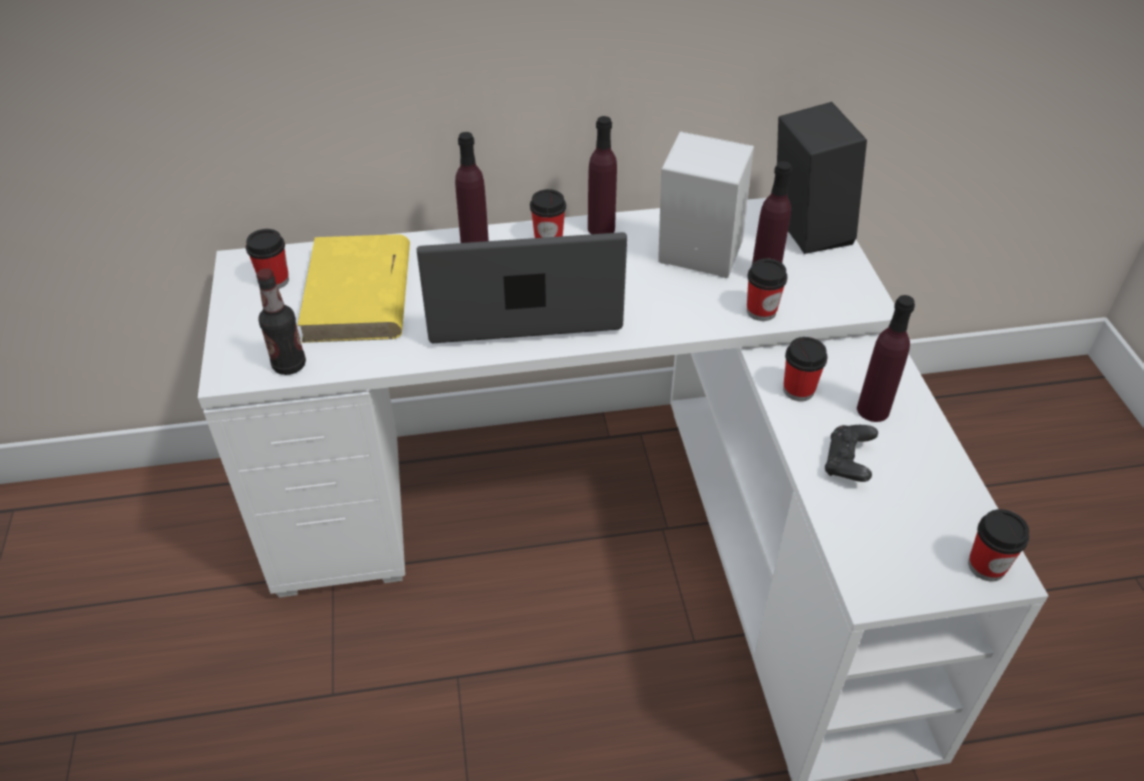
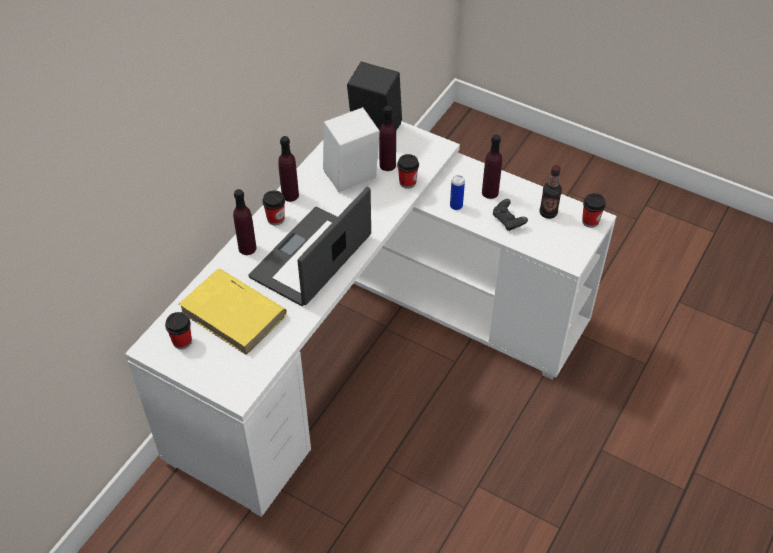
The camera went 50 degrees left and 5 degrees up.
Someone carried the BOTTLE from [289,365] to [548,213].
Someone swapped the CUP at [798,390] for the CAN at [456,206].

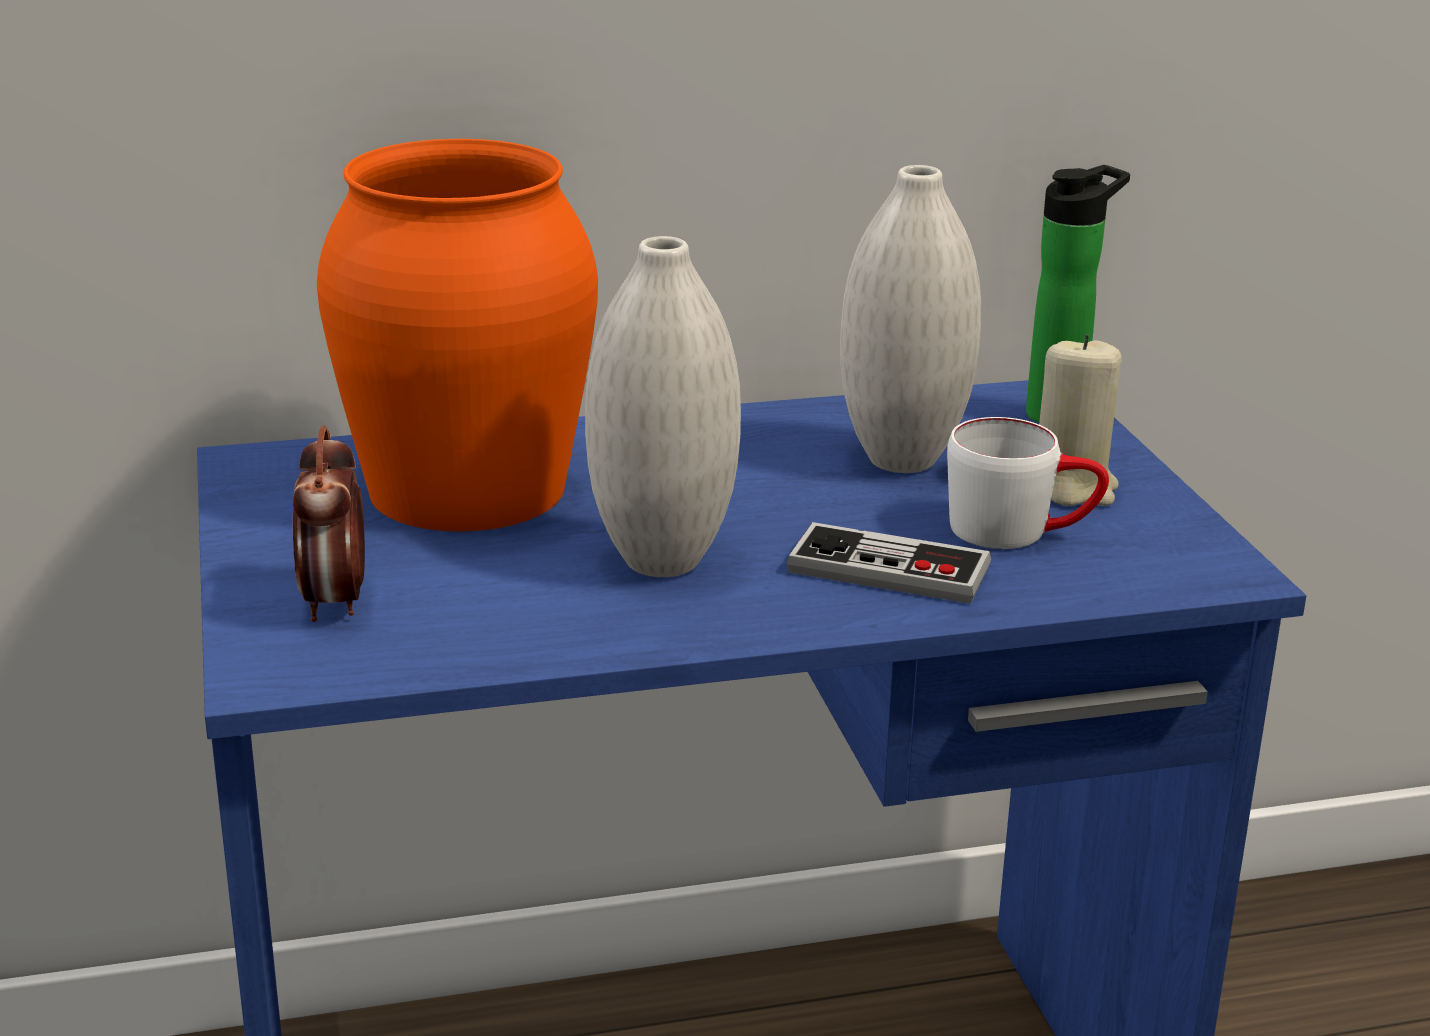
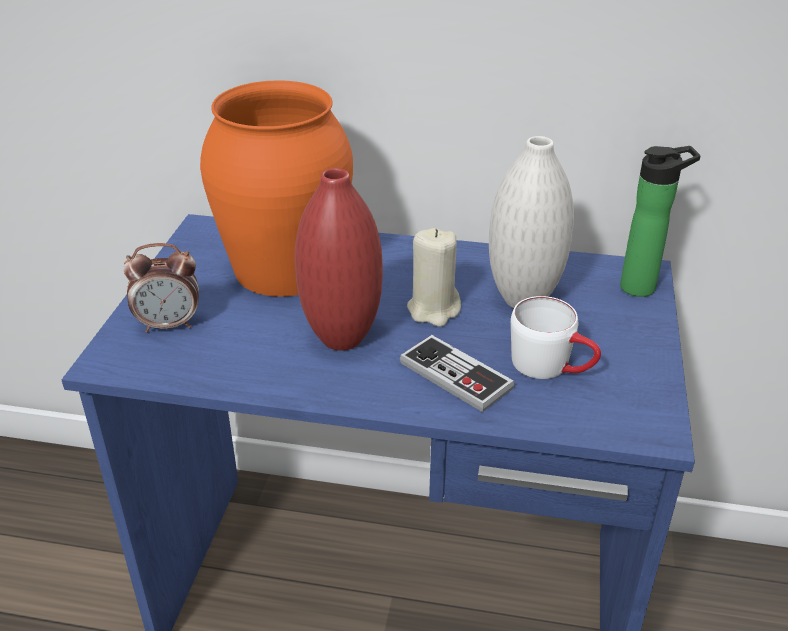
The camera went 25 degrees right and 10 degrees up.
Someone repainted the WHITE VASE at [662,561], which became the RED VASE at [342,338].
Someone carried the BEIGE CANDLE from [1072,487] to [434,309].
Someone rotated the ALARM CLOCK at [335,602] by 120 degrees counterclockwise.

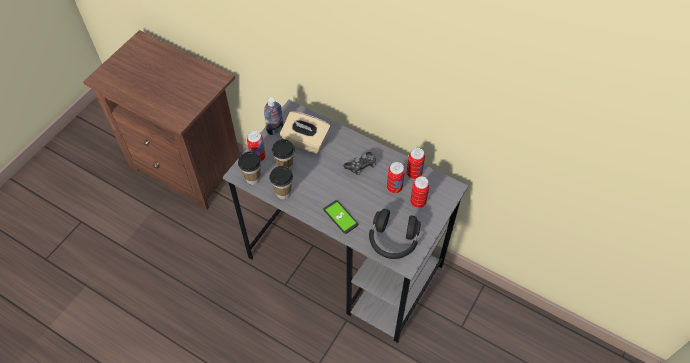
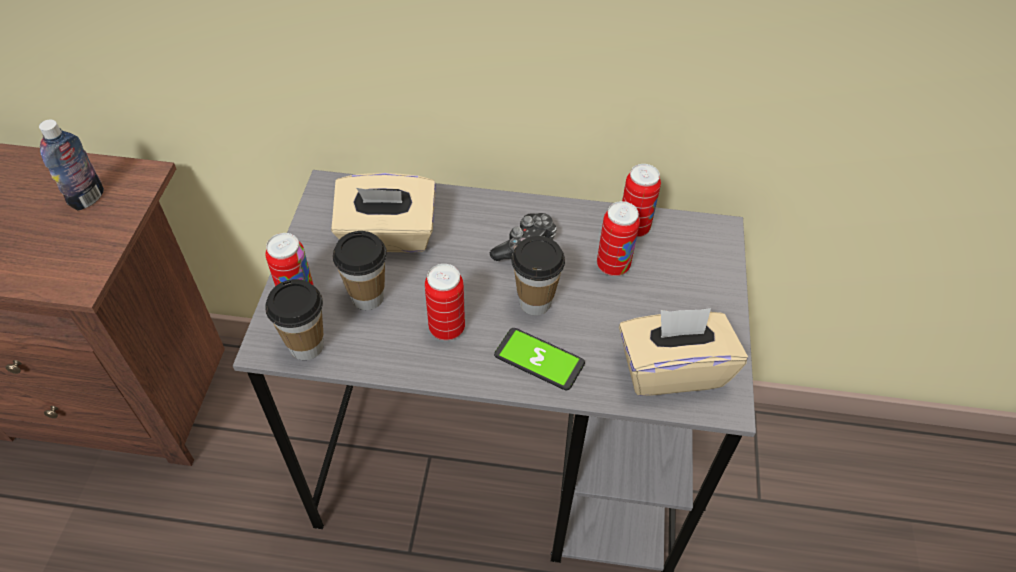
The camera went 25 degrees left and 5 degrees down.
Someone carried the BOTTLE from [275,129] to [87,198].
Someone carried the CUP from [283,193] to [535,302].
Someone carried the CAN from [418,202] to [447,328].
Someone swapped the BLACK HEADPHONES at [393,241] for the BEIGE TISSUE BOX at [672,369].

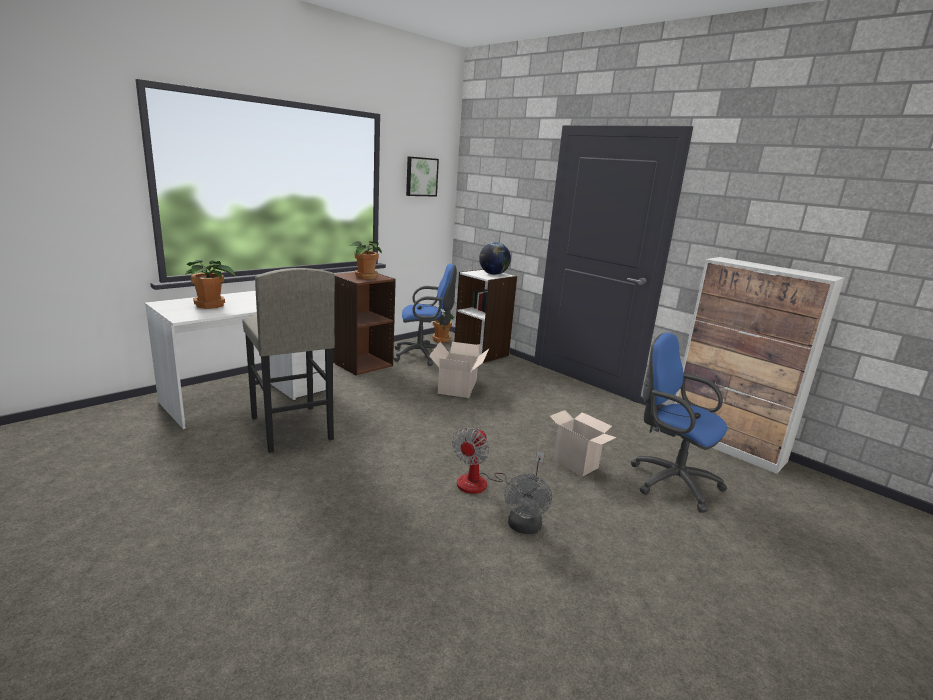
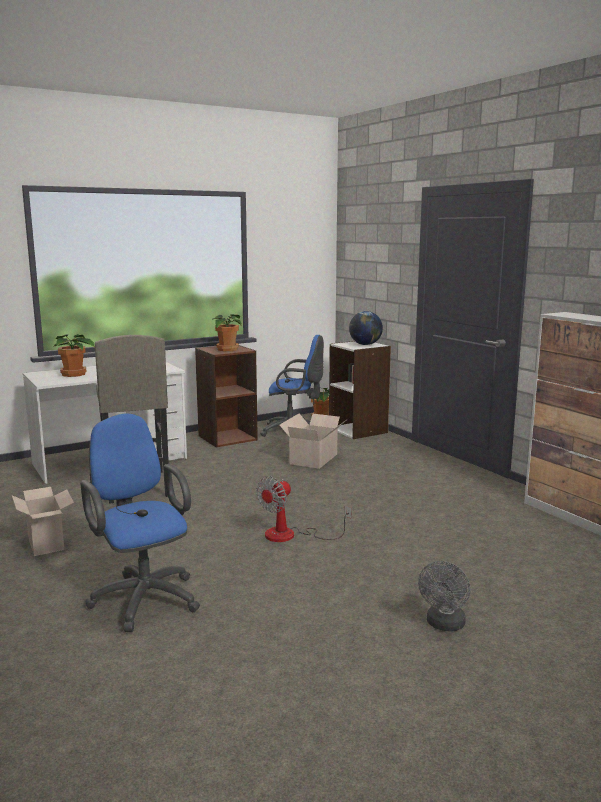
The camera went 15 degrees right and 5 degrees down.
Someone took away the PICTURE at [421,176].
Someone carried the BLUE OFFICE CHAIR from [669,481] to [143,597].
Someone carried the CARDBOARD BOX from [577,464] to [47,545].
Someone carried the GREY FAN from [524,528] to [444,625].

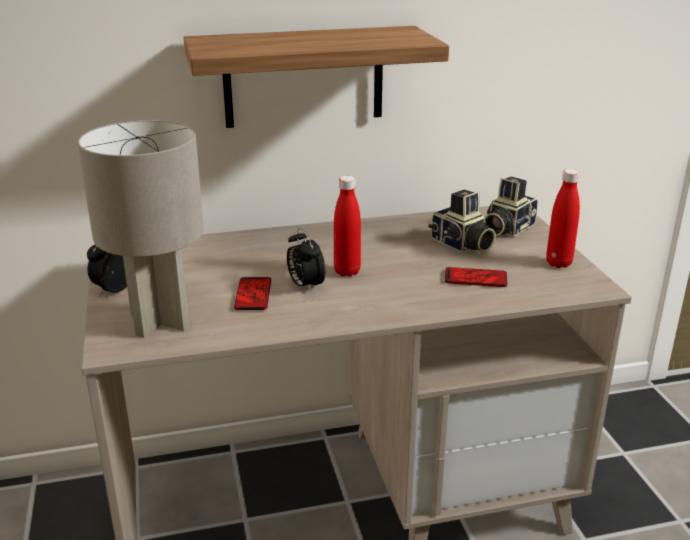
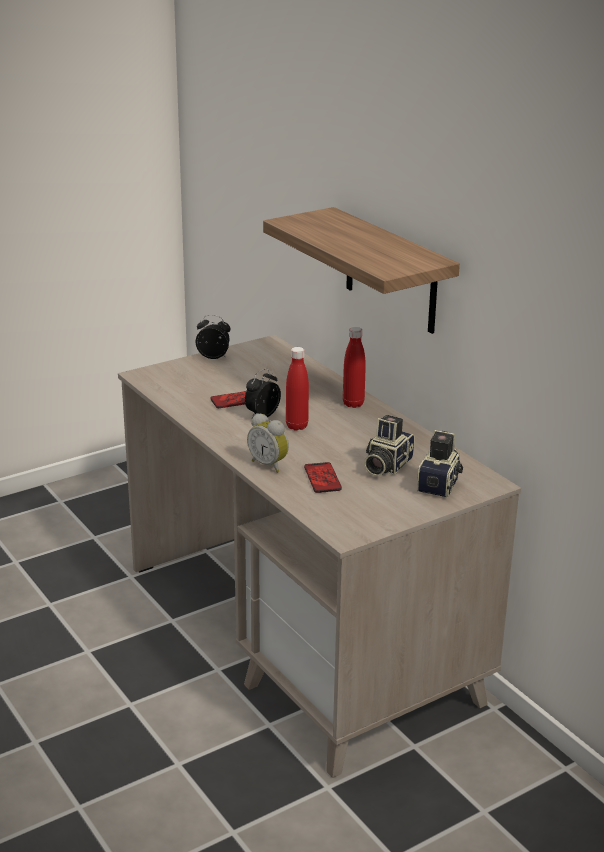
The camera went 70 degrees right and 0 degrees up.
Someone took away the GREY TABLE LAMP at [159,320].
Someone carried the RED BOTTLE from [558,263] to [353,404].
Someone rotated the PHOTO CAMERA at [506,229] by 90 degrees clockwise.
Someone put down the ALARM CLOCK at [269,464].

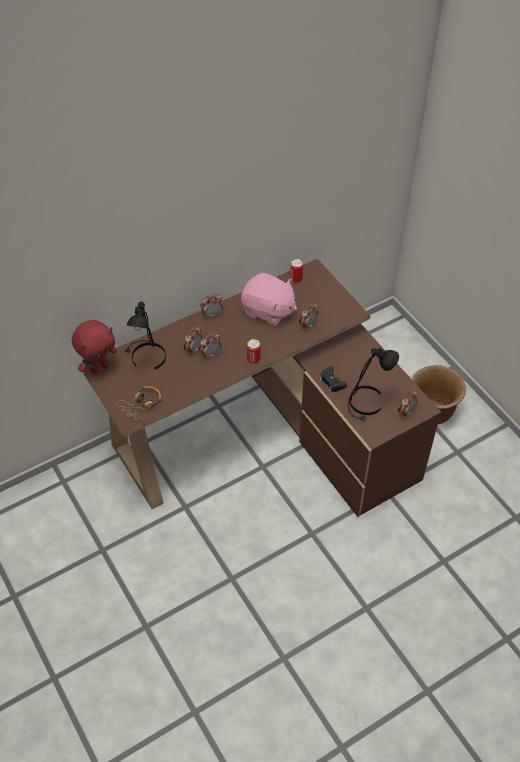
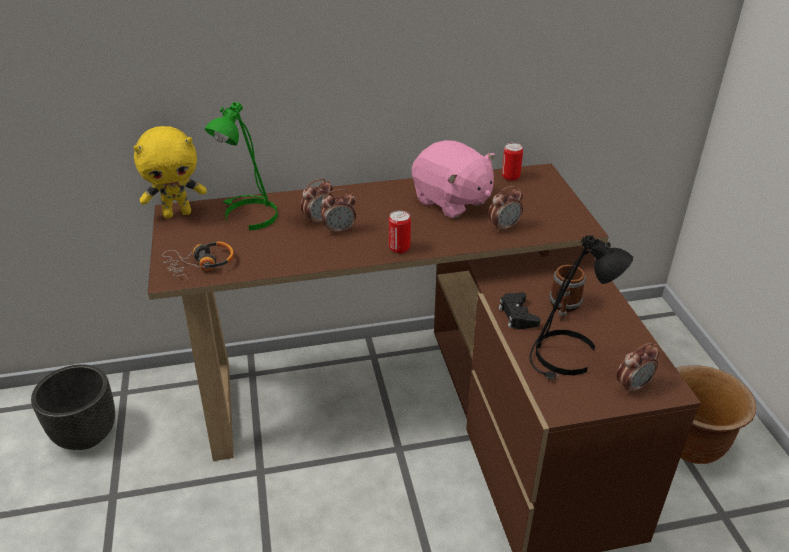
The camera went 20 degrees right and 15 degrees down.
Someone took away the ALARM CLOCK at [212,314].
Someone repainted the BLACK TABLE LAMP at [146,357], which became the GREEN TABLE LAMP at [248,215].
Someone repainted the RED PLUSH TOY at [99,368], which became the YELLOW PLUSH TOY at [177,213].
Someone put down the MUG at [564,307].
Someone put down the BLACK PLANTER at [86,434].

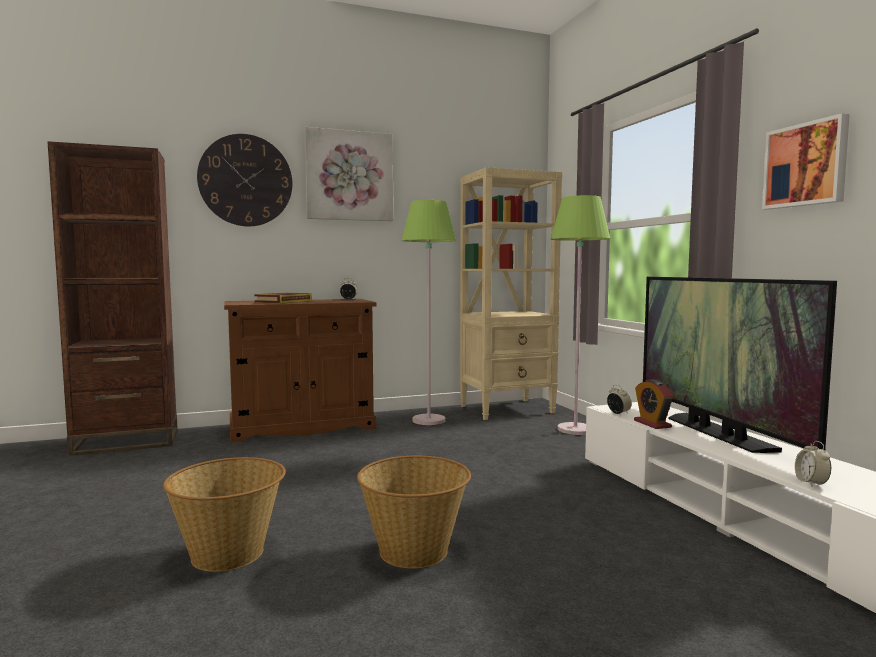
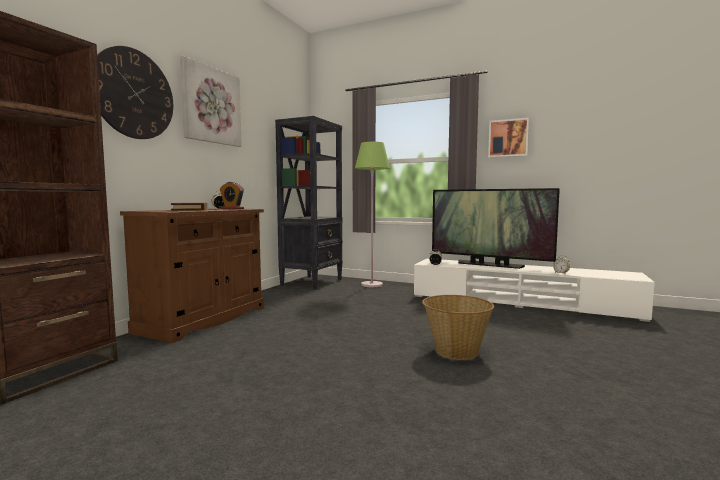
The camera went 45 degrees left and 0 degrees up.
Someone repainted the BEIGE BOOKCASE at [507,409], which became the BLACK BOOKCASE at [312,282].
Someone took away the GREEN FLOOR LAMP at [429,420].
Someone carried the ALARM CLOCK from [652,424] to [232,209].
Someone took away the BASKET at [229,553].

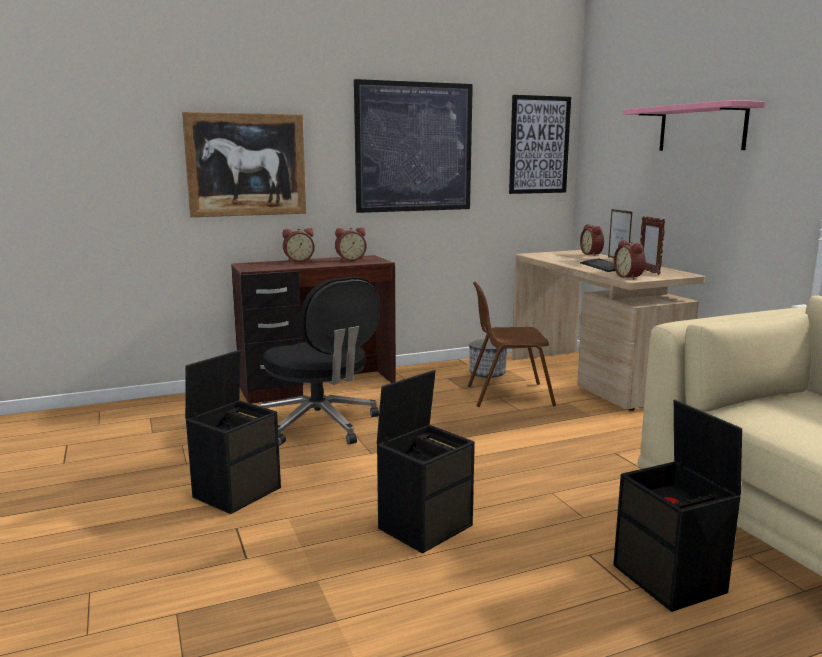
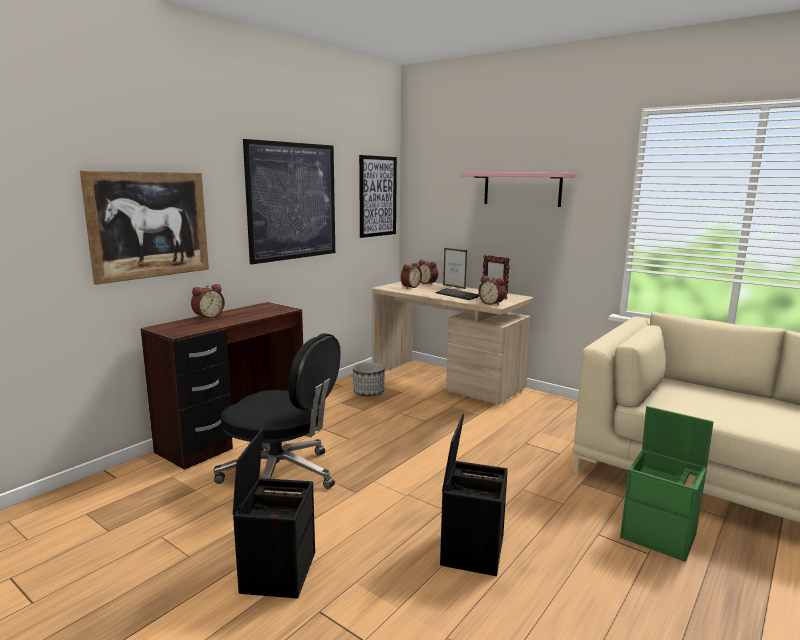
The camera went 30 degrees left and 0 degrees up.
Someone carried the ALARM CLOCK from [350,259] to [410,287].
Someone took away the BROWN CHAIR at [508,395].
Someone repainted the BLACK STORAGE BOX at [671,579], which became the GREEN STORAGE BOX at [660,536].

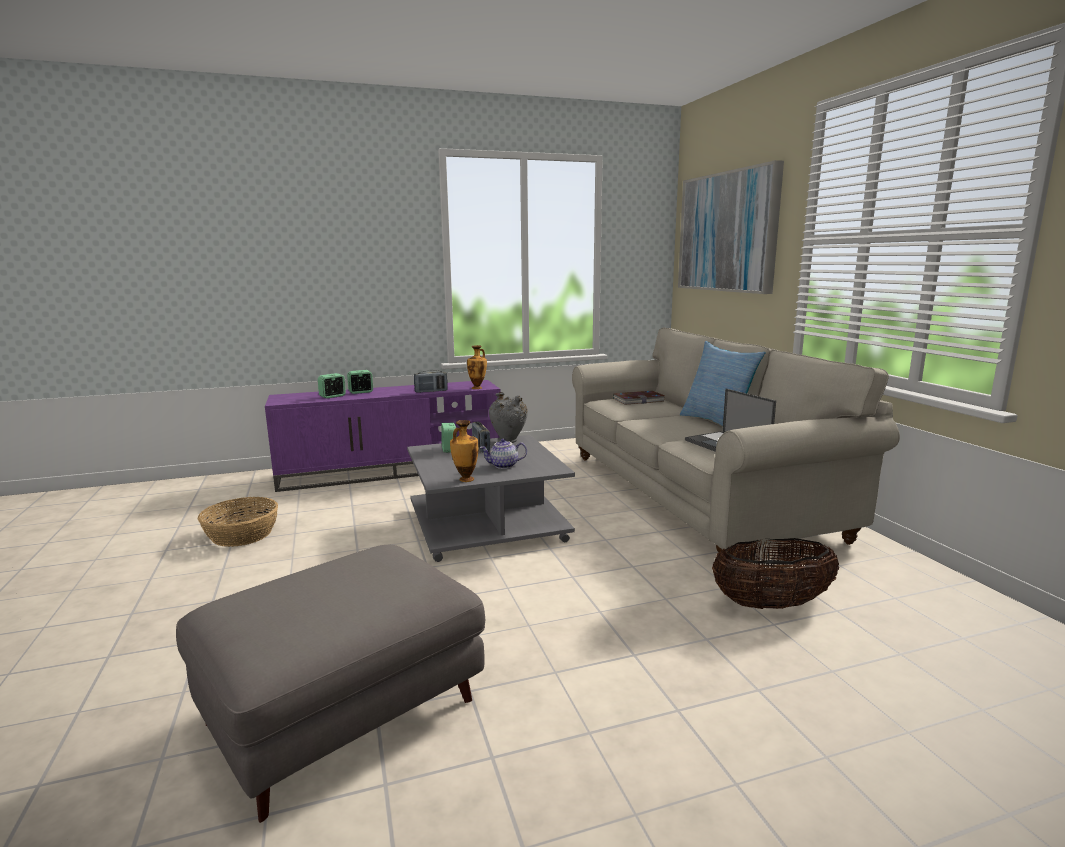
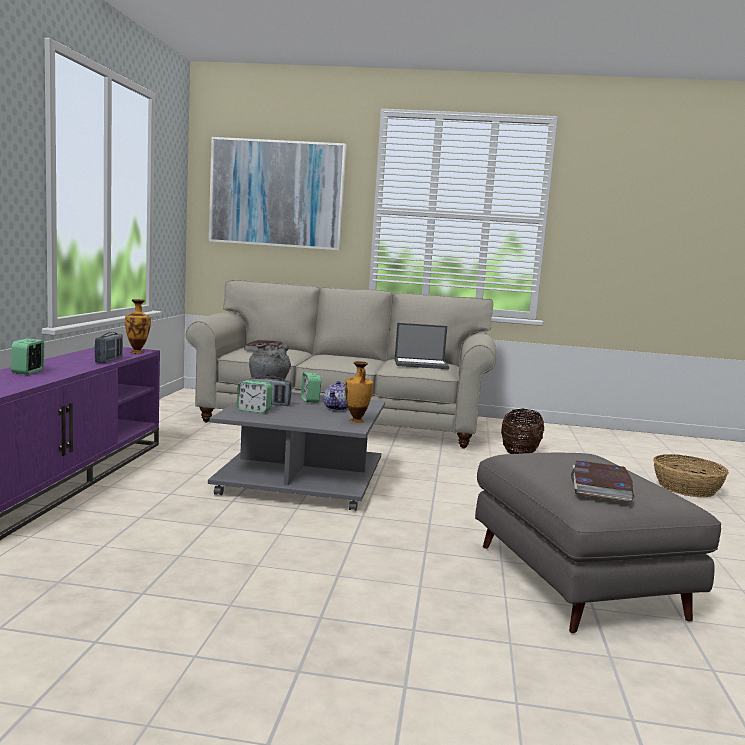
The camera went 65 degrees left and 5 degrees down.
Someone took away the PILLOW at [717,422].
Someone carried the ALARM CLOCK from [332,396] to [310,400].
Someone carried the BASKET from [241,535] to [686,488].
Someone put down the BOOK at [601,486].

